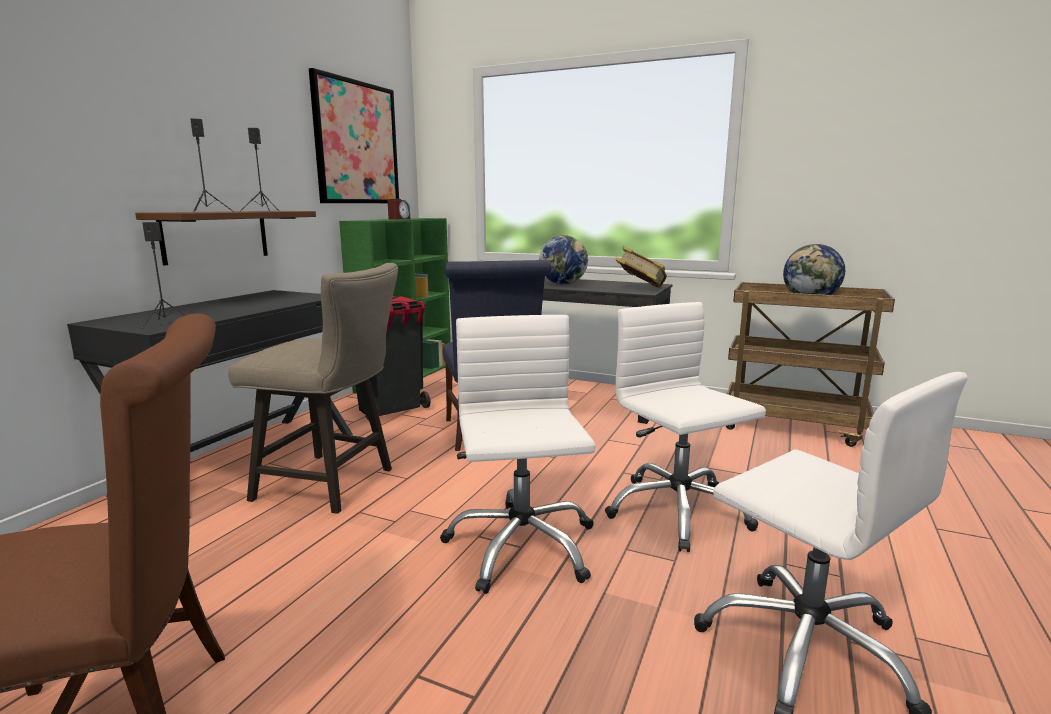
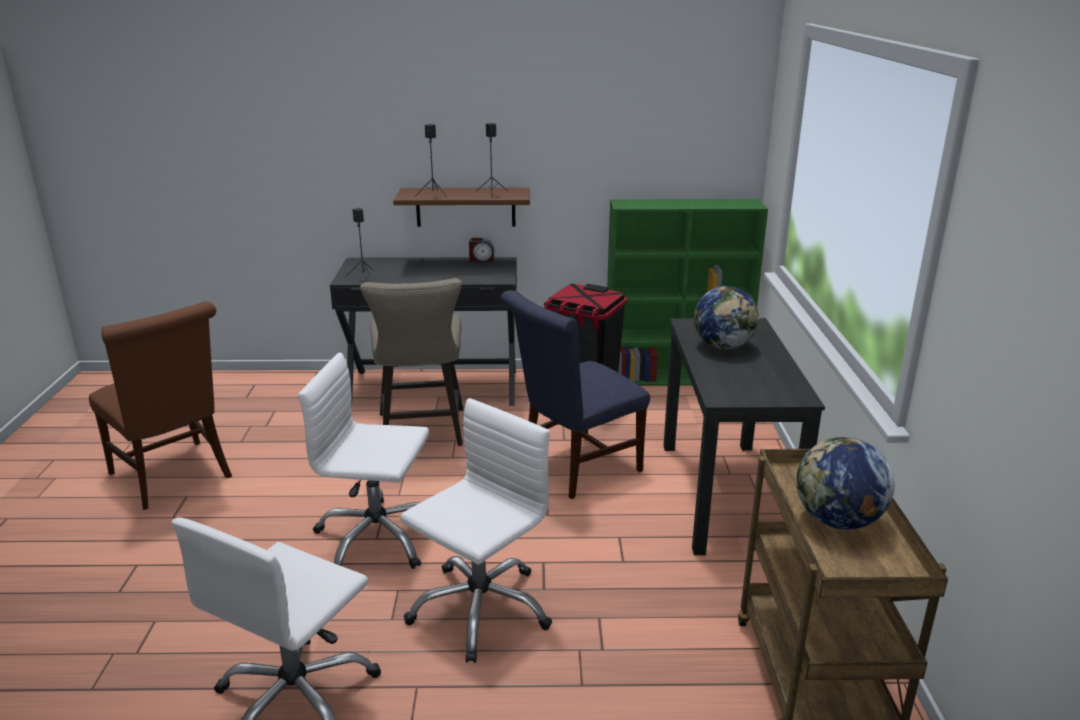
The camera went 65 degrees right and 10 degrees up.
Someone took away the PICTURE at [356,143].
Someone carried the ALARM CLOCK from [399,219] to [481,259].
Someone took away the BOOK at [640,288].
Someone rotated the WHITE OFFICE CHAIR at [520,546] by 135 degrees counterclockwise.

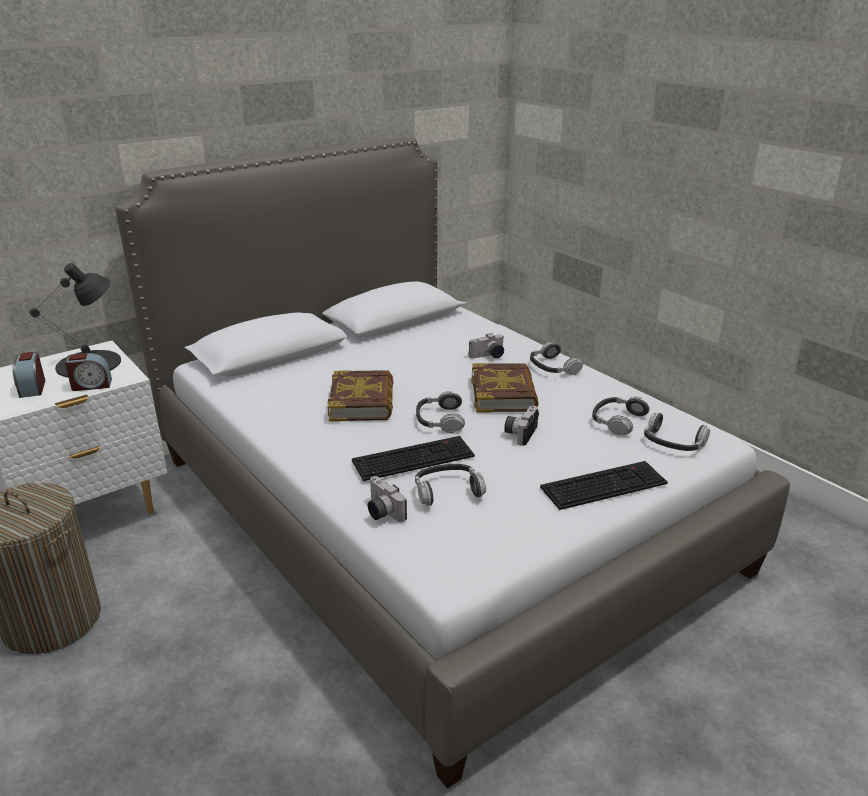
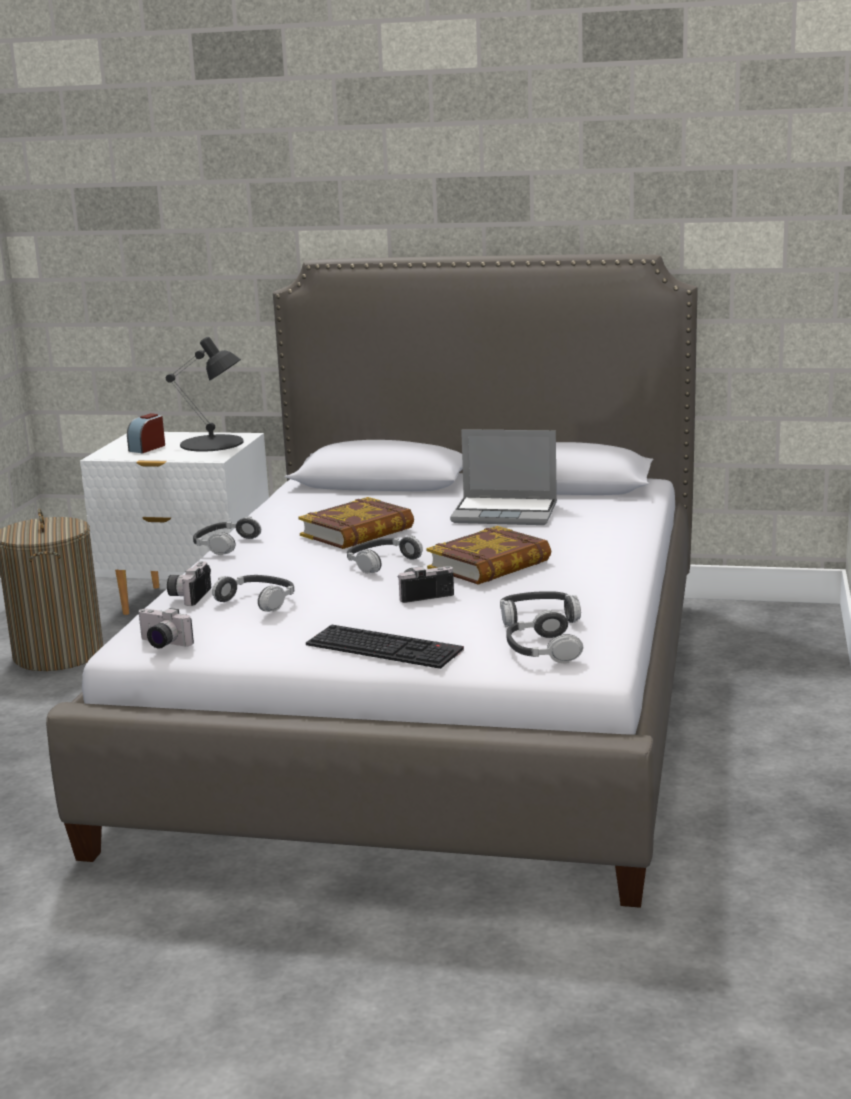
The camera went 50 degrees right and 10 degrees down.
Someone carried the PHOTO CAMERA from [488,356] to [161,644].
Someone carried the HEADPHONES from [553,367] to [225,544].
Someone took away the ALARM CLOCK at [91,385].
Someone took away the KEYBOARD at [414,457].
Someone put down the LAPTOP at [506,513].

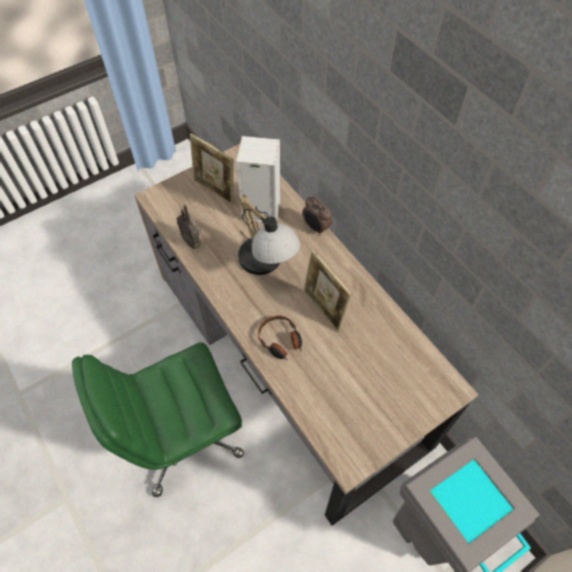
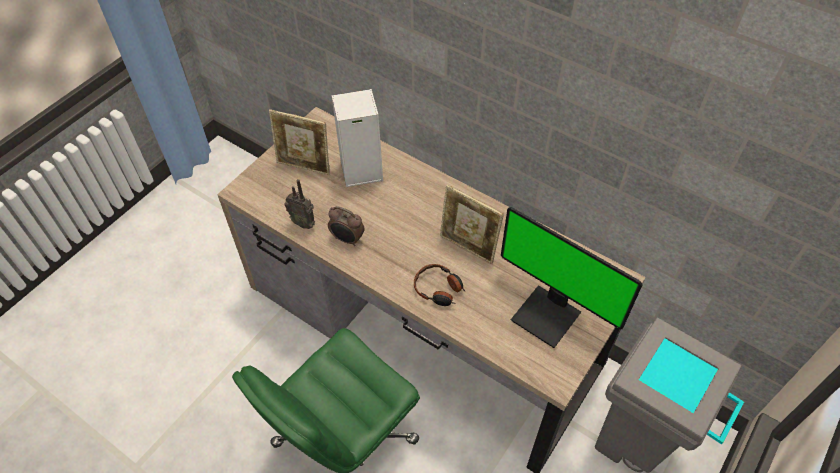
The camera went 20 degrees left and 5 degrees down.
Someone took away the TABLE LAMP at [267,265].
Someone carried the ALARM CLOCK from [316,228] to [347,239].
Someone put down the MONITOR at [548,315].

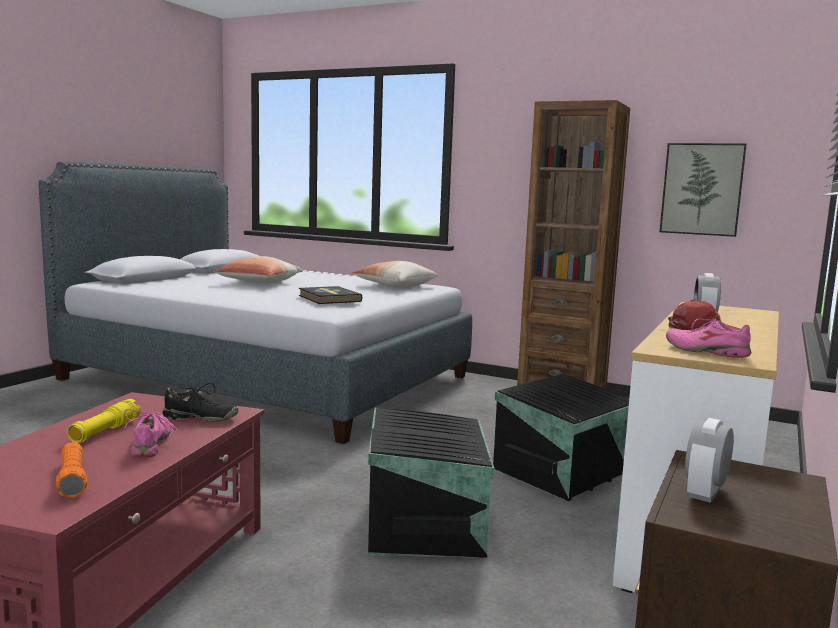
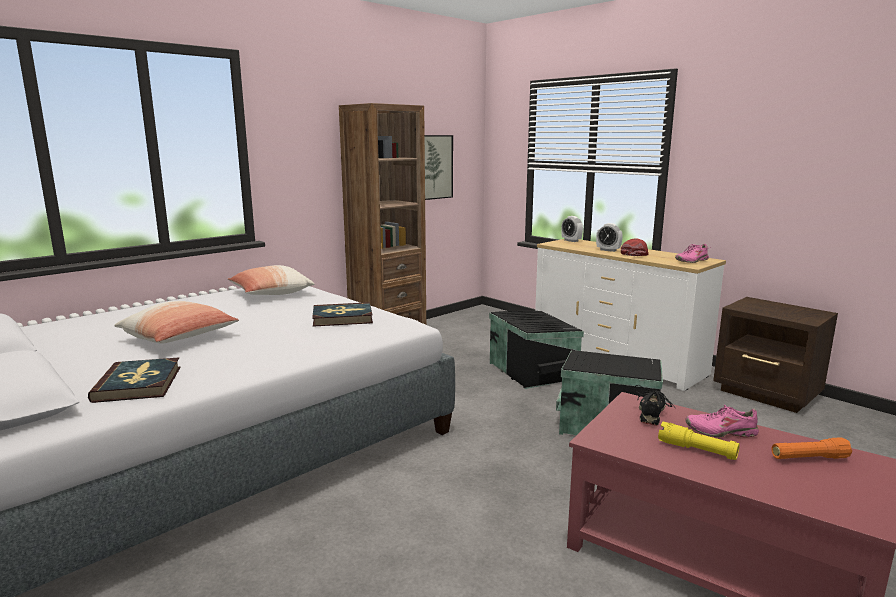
The camera went 70 degrees left and 5 degrees up.
Someone carried the ALARM CLOCK from [705,493] to [571,240].
Someone put down the BOOK at [139,384].

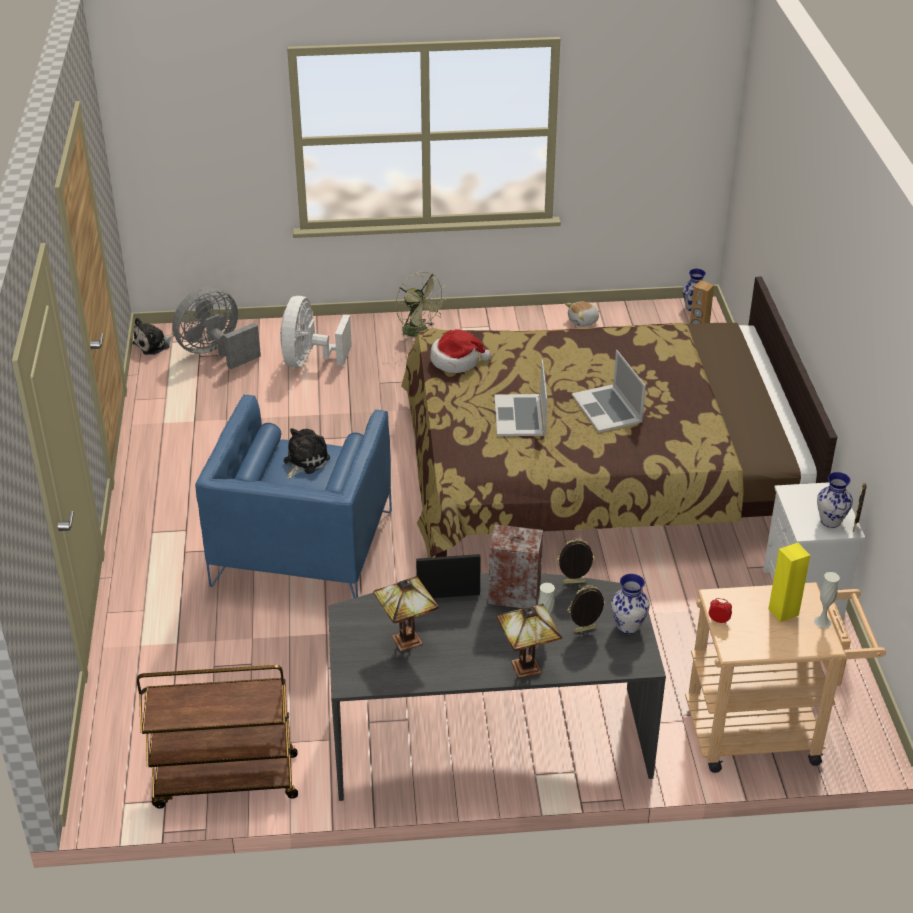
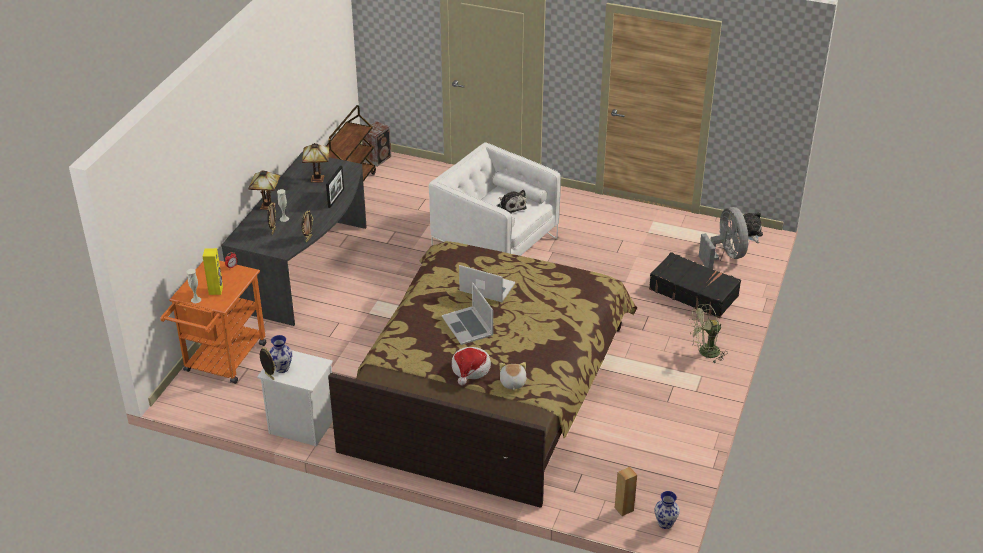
The camera went 115 degrees right and 0 degrees up.
Someone swapped the WHITE FAN at [309,360] for the BLACK SUITCASE at [693,292].
Someone carried the PLUSH TOY from [583,321] to [512,382].
Someone carried the HAT from [456,361] to [470,369].
Someone rotated the LAPTOP at [607,408] by 120 degrees counterclockwise.
Someone repainted the BLUE ARMCHAIR at [303,549], which became the WHITE ARMCHAIR at [494,245].
Someone carried the SPEAKER from [513,594] to [378,158].
Someone took away the VASE at [627,626].
Someone repainted the BEIGE CART at [766,731], which became the ORANGE CART at [222,362].

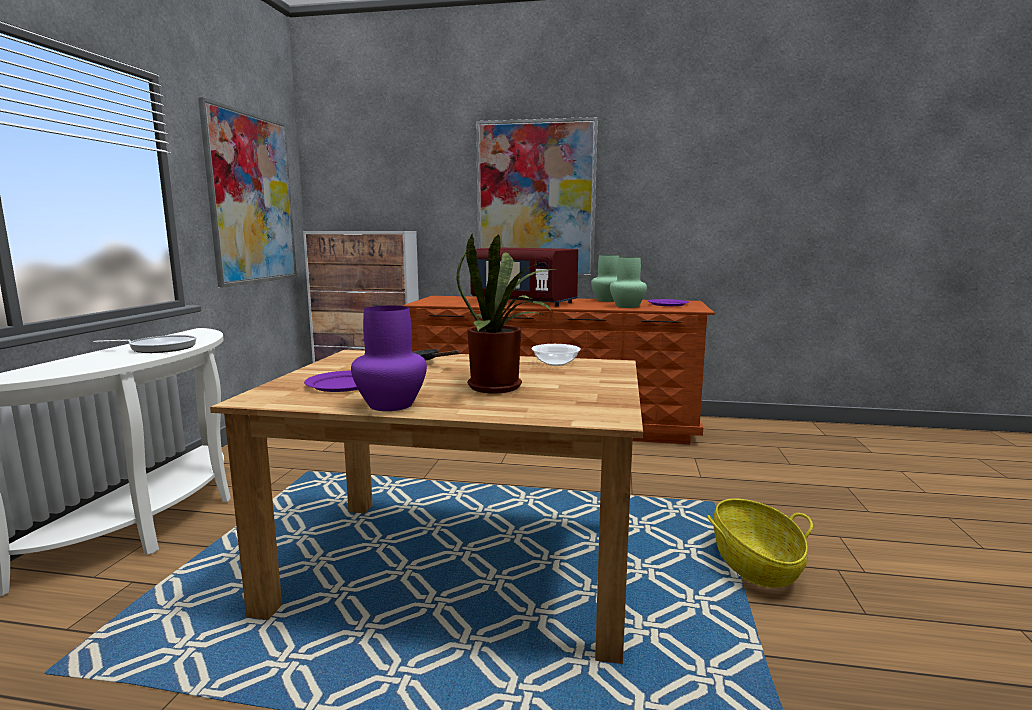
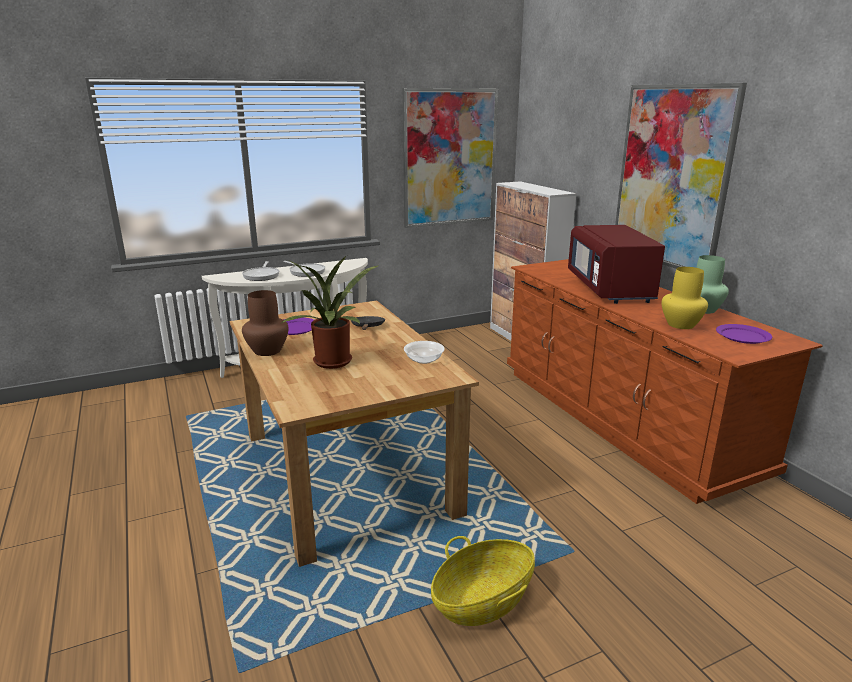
The camera went 55 degrees right and 10 degrees up.
Someone repainted the GREEN VASE at [627,306], which became the YELLOW VASE at [680,325].
Someone repainted the PURPLE VASE at [391,405], which became the BROWN VASE at [267,351].
Someone put down the FRYING PAN at [262,275].

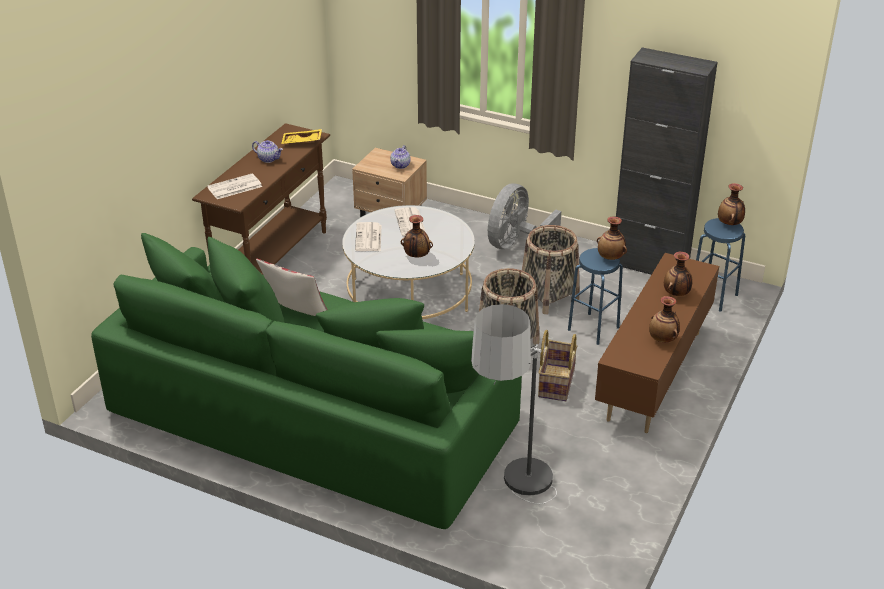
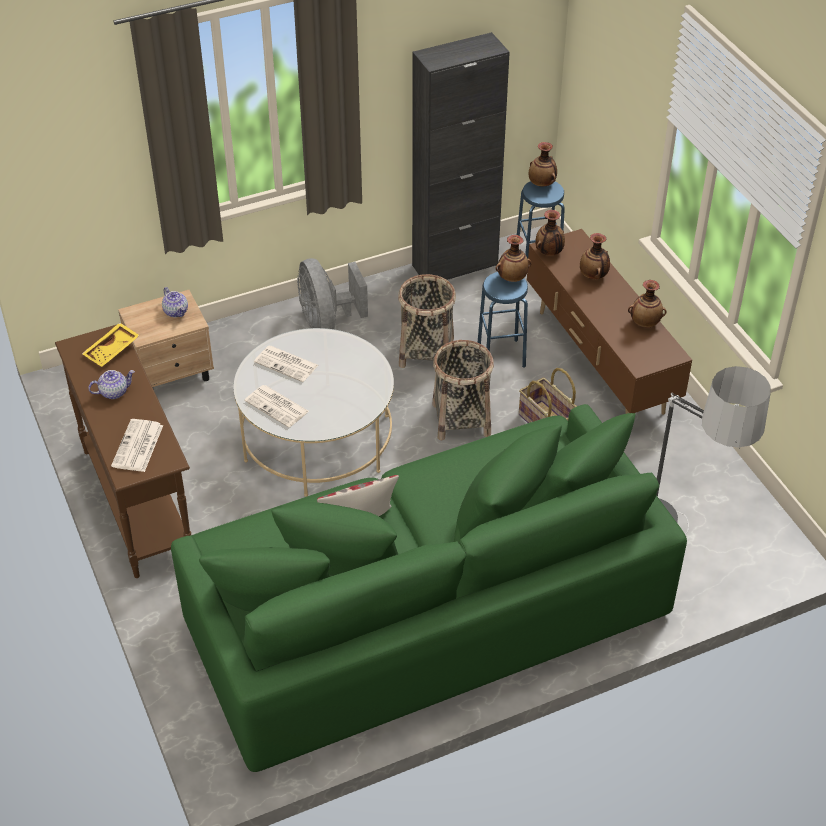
The camera went 50 degrees left and 10 degrees up.
Someone carried the VASE from [416,256] to [549,253].

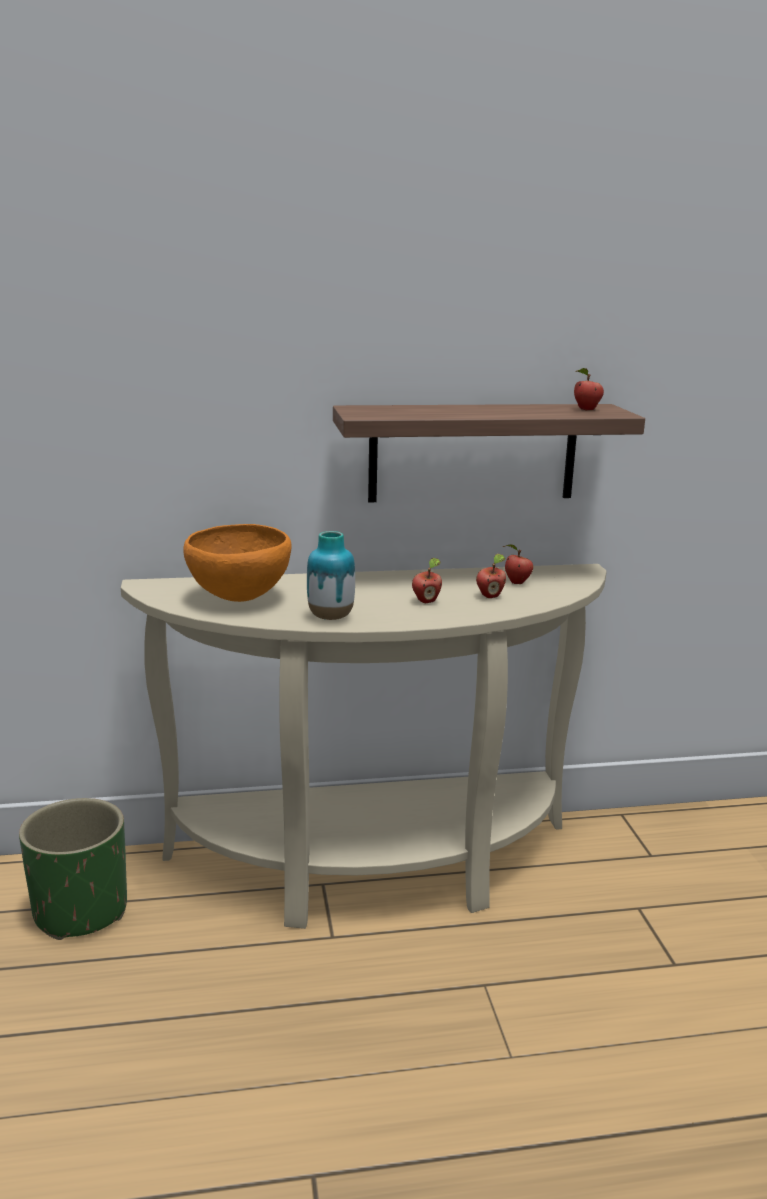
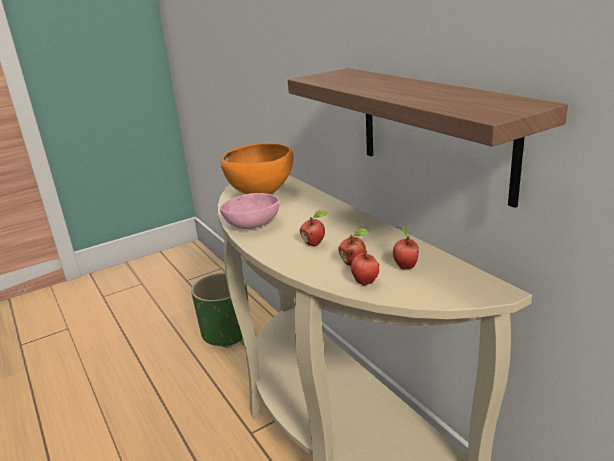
The camera went 70 degrees right and 5 degrees up.
Someone carried the APPLE from [586,409] to [363,282].
Someone swapped the VASE at [330,617] for the PINK BOWL at [251,224].

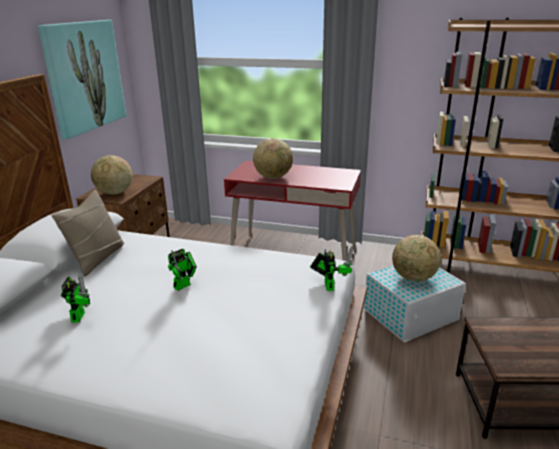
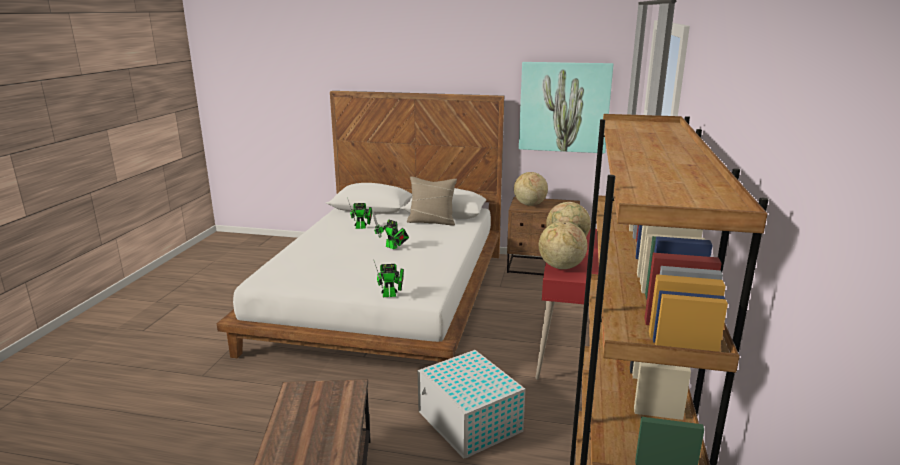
The camera went 85 degrees right and 5 degrees down.
Someone carried the GLOBE from [413,278] to [560,267].

